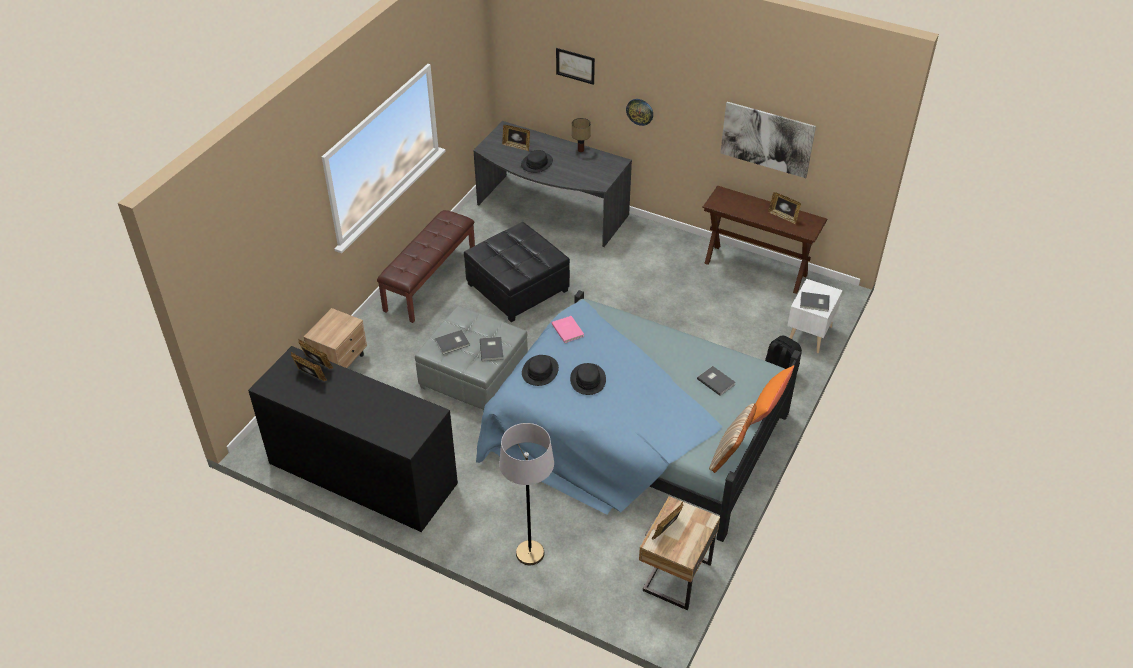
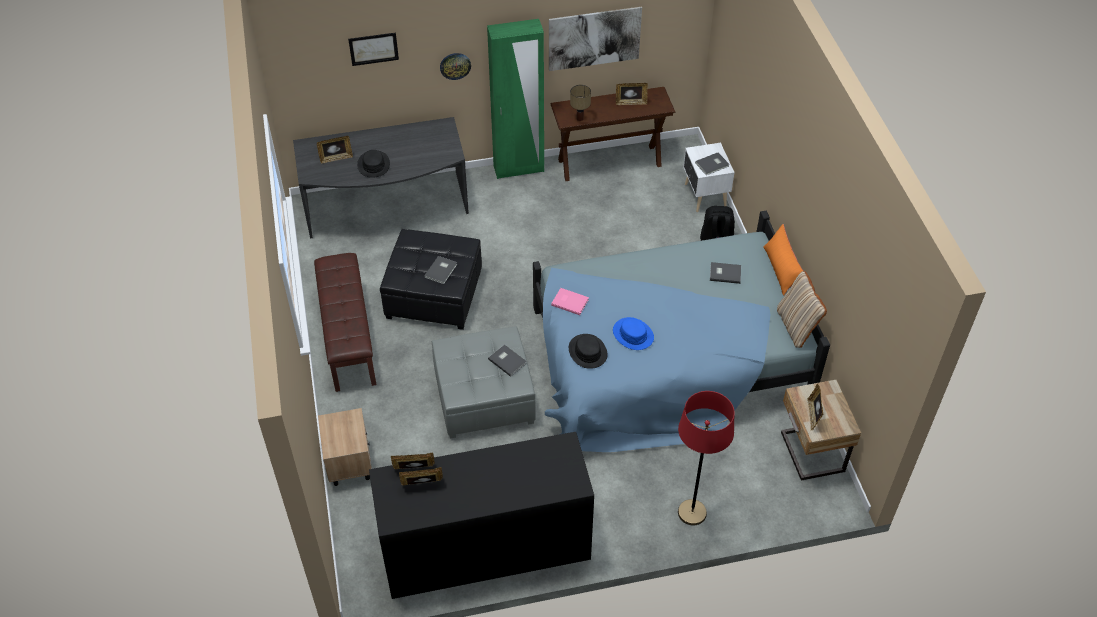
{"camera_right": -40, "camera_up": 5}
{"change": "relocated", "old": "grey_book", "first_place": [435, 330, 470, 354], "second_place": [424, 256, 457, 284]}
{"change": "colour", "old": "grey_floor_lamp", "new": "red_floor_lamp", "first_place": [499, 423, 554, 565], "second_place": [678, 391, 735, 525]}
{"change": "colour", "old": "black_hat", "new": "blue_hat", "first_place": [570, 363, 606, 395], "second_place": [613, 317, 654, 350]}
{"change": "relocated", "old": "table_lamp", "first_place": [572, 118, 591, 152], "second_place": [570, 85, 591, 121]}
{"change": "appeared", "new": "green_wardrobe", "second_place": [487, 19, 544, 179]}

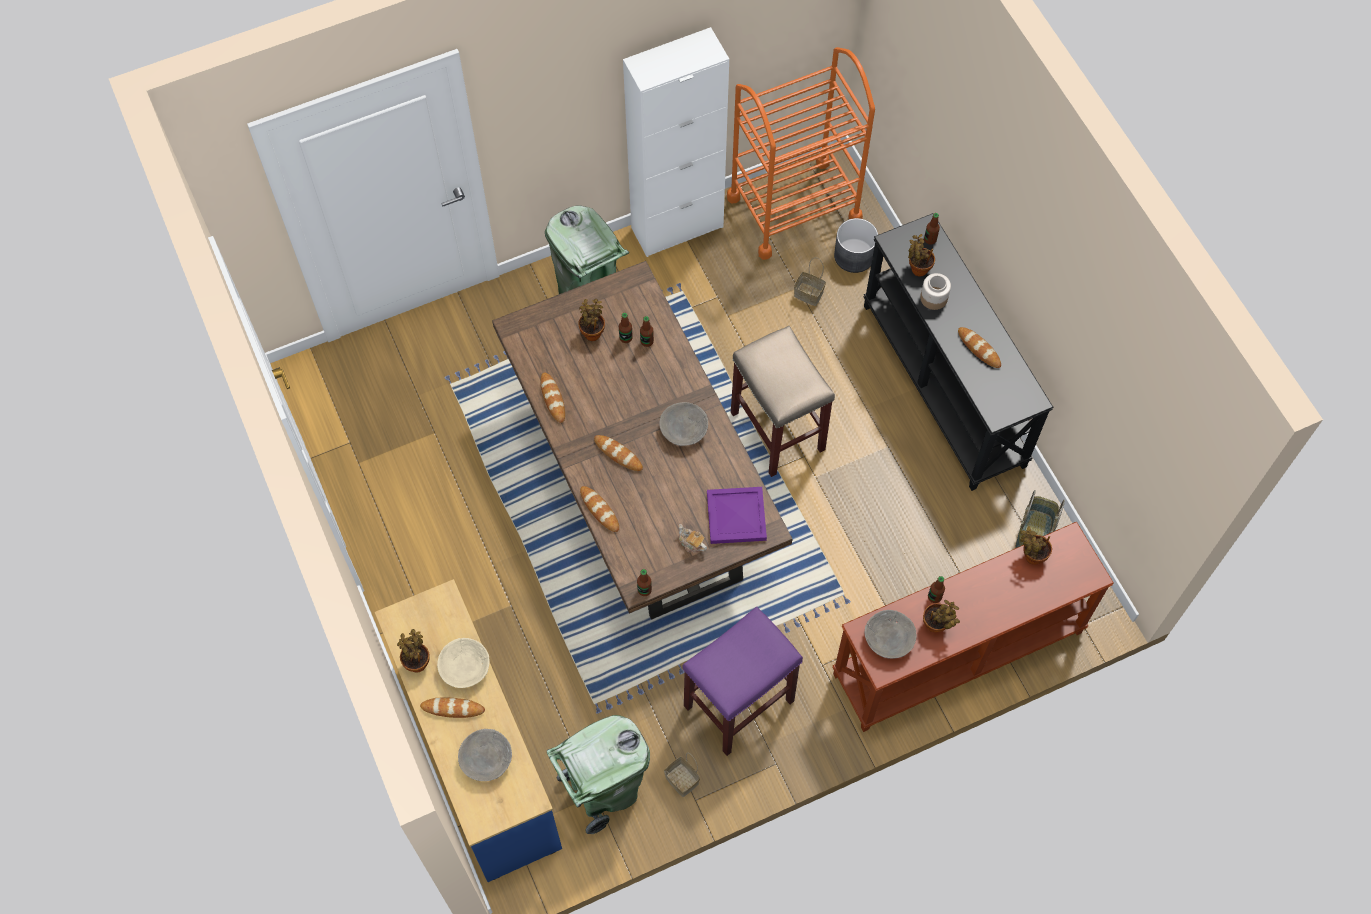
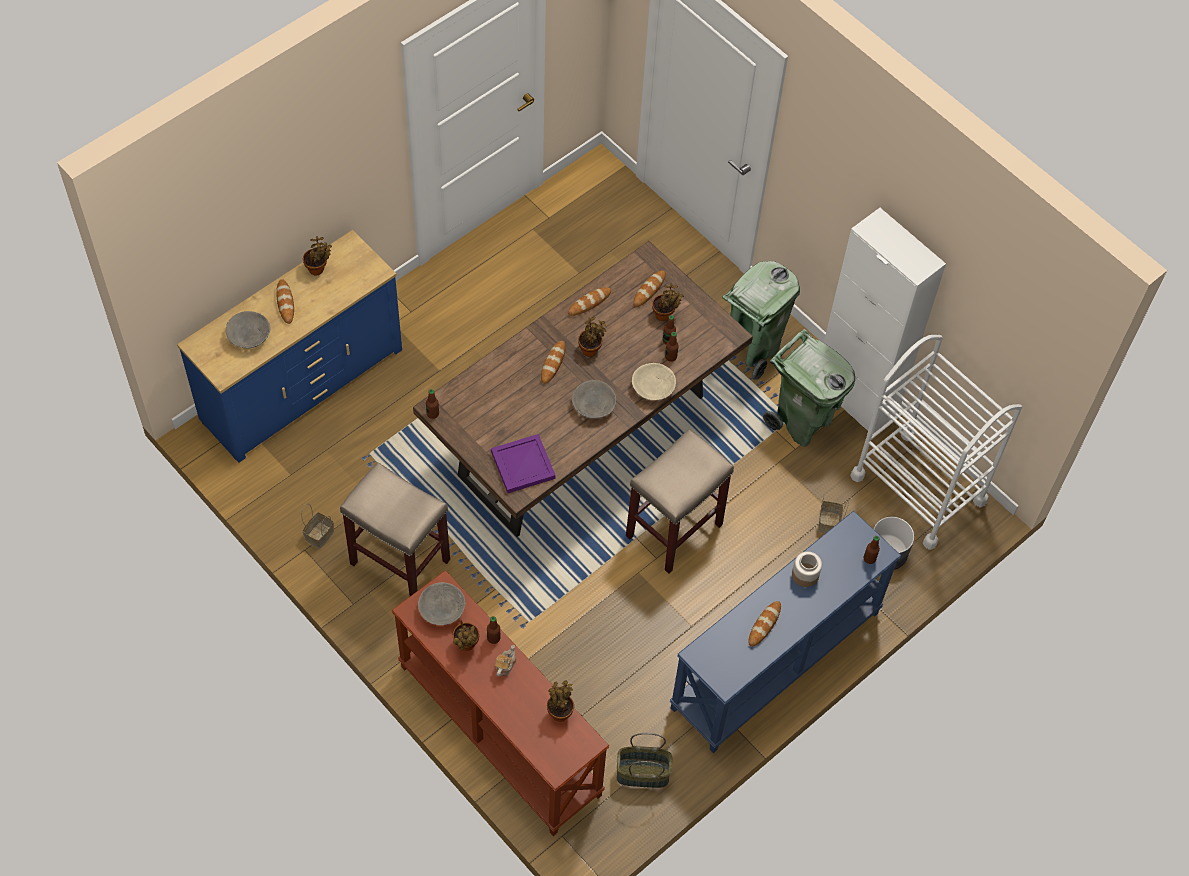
{"camera_right": 70, "camera_up": -5}
{"change": "relocated", "old": "beige_bowl", "first_place": [437, 638, 490, 688], "second_place": [632, 363, 676, 401]}
{"change": "relocated", "old": "green_trash_can", "first_place": [547, 715, 650, 834], "second_place": [763, 329, 855, 447]}
{"change": "relocated", "old": "bread", "first_place": [580, 486, 619, 532], "second_place": [633, 270, 666, 307]}
{"change": "relocated", "old": "teapot", "first_place": [678, 524, 707, 553], "second_place": [495, 645, 516, 677]}
{"change": "colour", "old": "purple_stool", "new": "beige_stool", "first_place": [682, 606, 803, 756], "second_place": [340, 462, 450, 596]}
{"change": "colour", "old": "orange_cart", "new": "white_cart", "first_place": [727, 47, 875, 260], "second_place": [850, 335, 1022, 550]}
{"change": "colour", "old": "black_console_table", "new": "blue_console_table", "first_place": [864, 213, 1054, 491], "second_place": [669, 511, 901, 753]}
{"change": "relocated", "old": "potted_plant", "first_place": [908, 234, 935, 277], "second_place": [578, 316, 606, 357]}

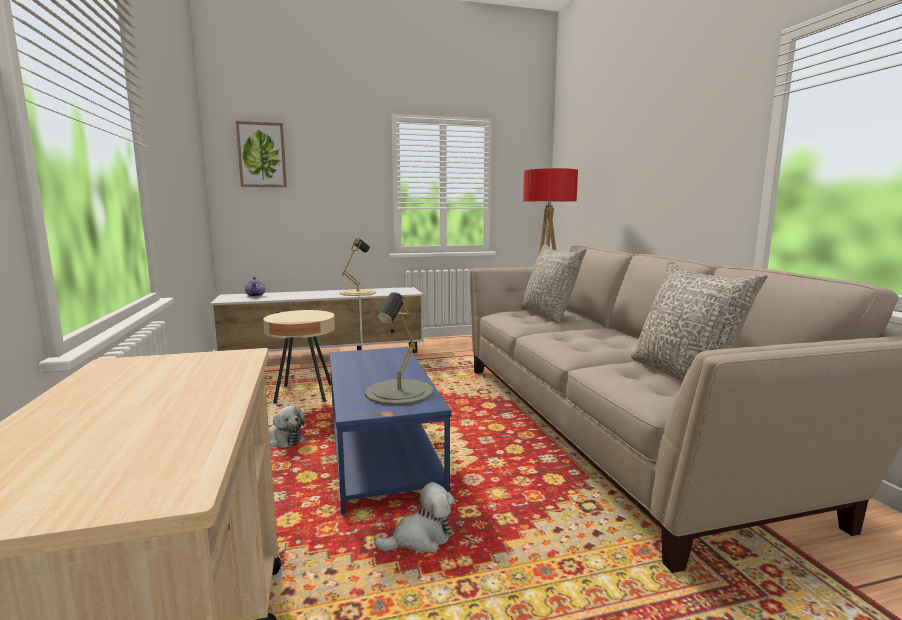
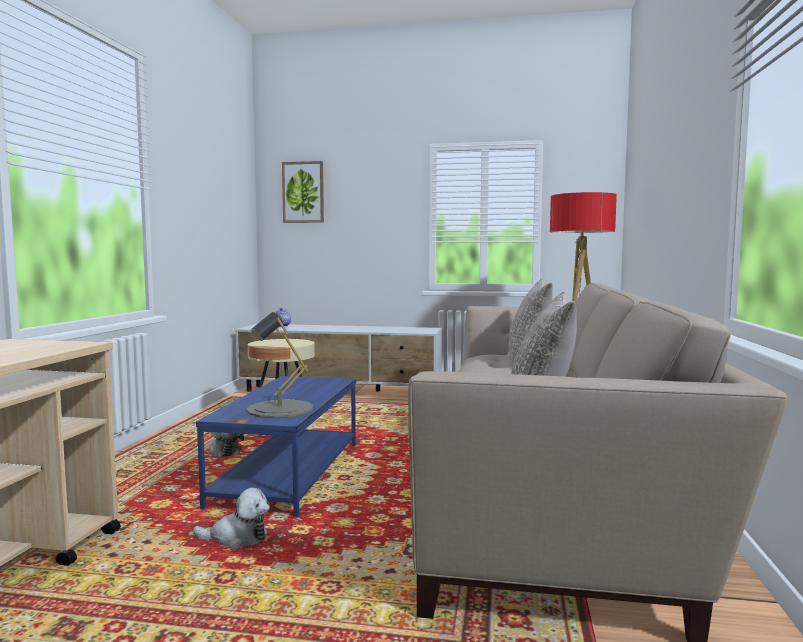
{"camera_right": 25, "camera_up": -5}
{"change": "missing", "old": "beige_table_lamp", "first_place": [340, 238, 376, 296]}

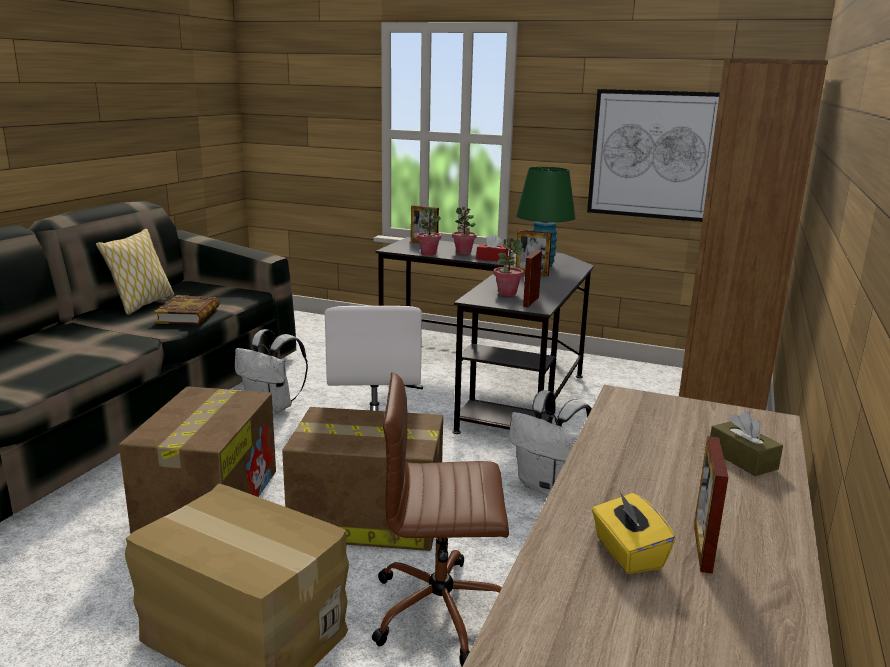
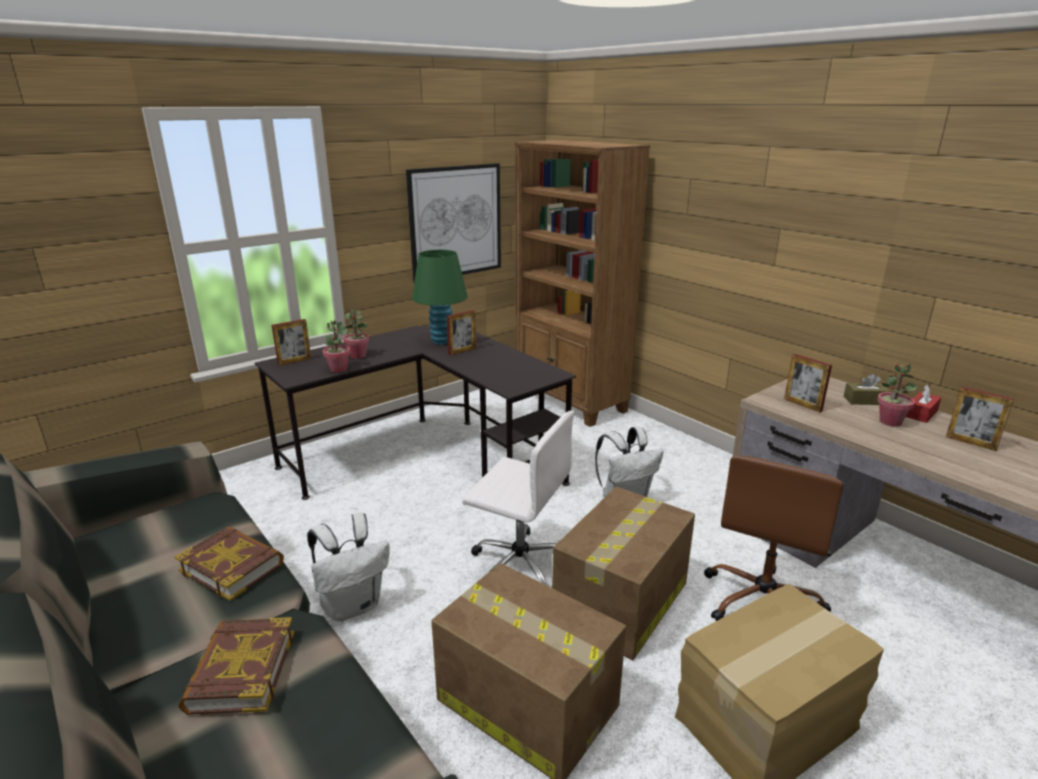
{"camera_right": -60, "camera_up": 5}
{"change": "missing", "old": "pillow", "first_place": [96, 229, 174, 315]}
{"change": "relocated", "old": "red_tissue_box", "first_place": [476, 234, 508, 261], "second_place": [906, 385, 941, 423]}
{"change": "relocated", "old": "potted_plant", "first_place": [494, 237, 524, 296], "second_place": [877, 363, 917, 427]}
{"change": "relocated", "old": "picture_frame", "first_place": [523, 250, 542, 307], "second_place": [784, 354, 832, 412]}
{"change": "missing", "old": "yellow_tissue_box", "first_place": [592, 492, 675, 574]}
{"change": "appeared", "new": "book", "second_place": [179, 617, 294, 715]}

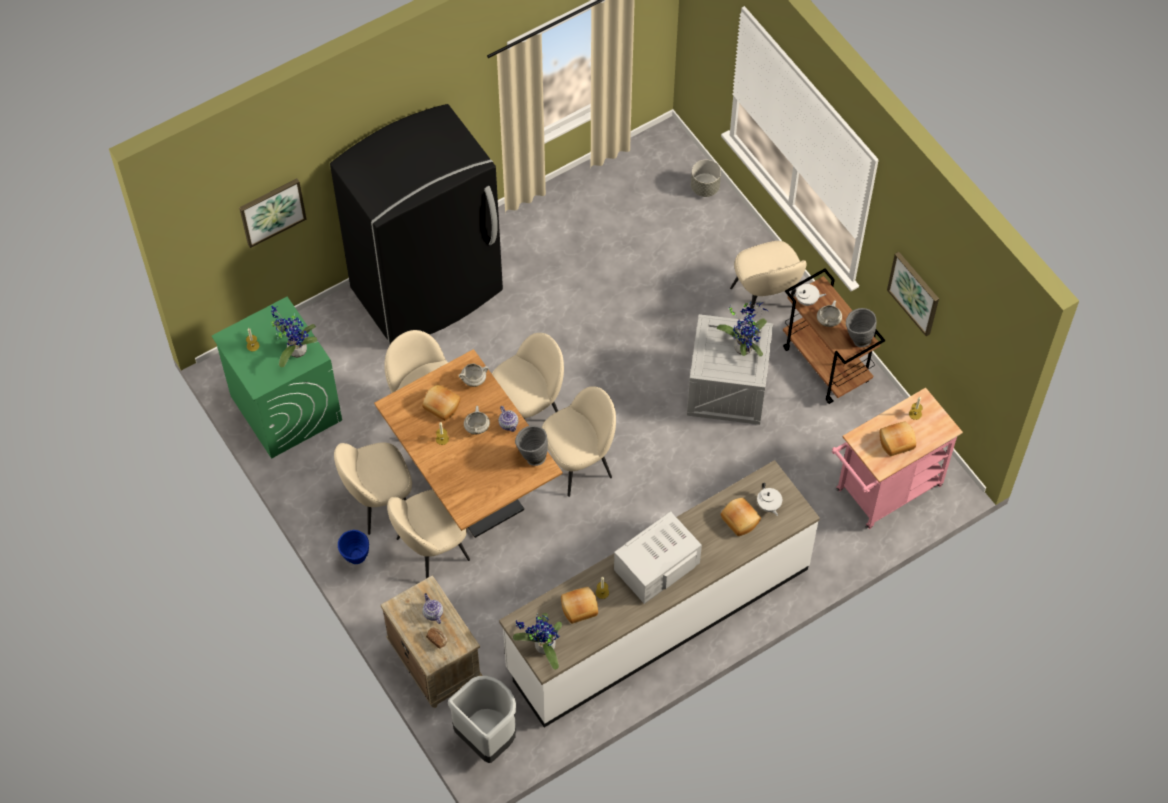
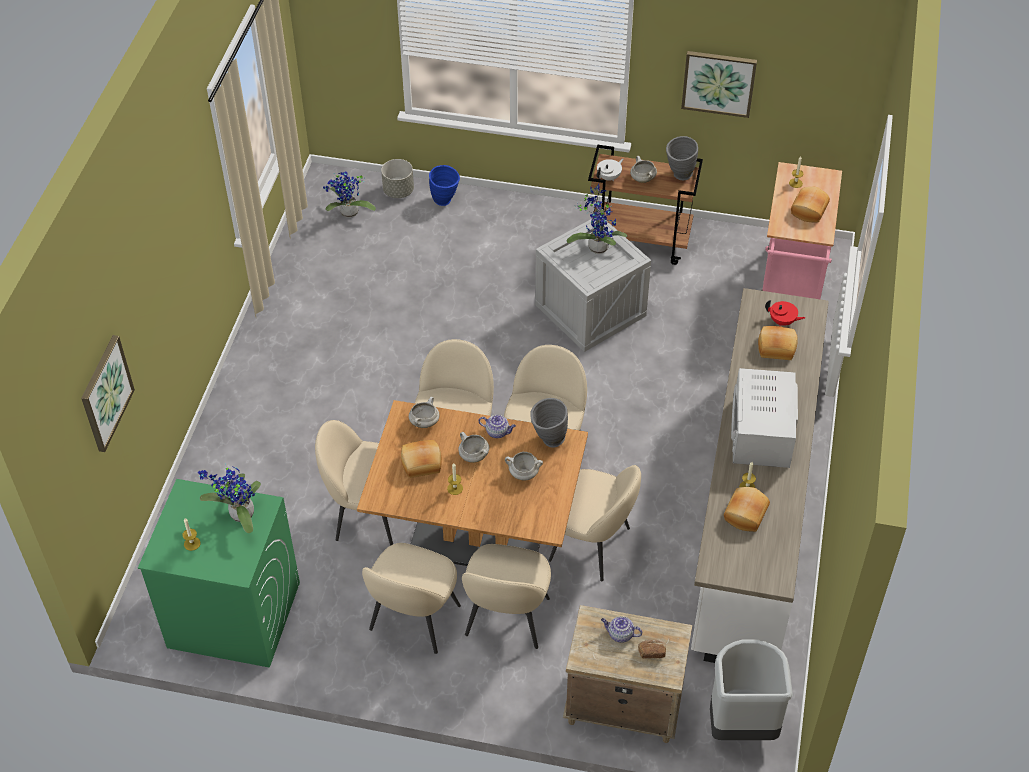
{"camera_right": -45, "camera_up": -10}
{"change": "missing", "old": "black_fridge", "first_place": [330, 104, 503, 344]}
{"change": "relocated", "old": "blue_vase", "first_place": [338, 530, 369, 564], "second_place": [429, 165, 460, 206]}
{"change": "relocated", "old": "potted_plant", "first_place": [513, 613, 562, 670], "second_place": [323, 172, 376, 218]}
{"change": "relocated", "old": "beige_chair", "first_place": [730, 241, 806, 319], "second_place": [549, 465, 641, 582]}
{"change": "colour", "old": "white_teapot", "new": "red_teapot", "first_place": [757, 483, 782, 516], "second_place": [765, 300, 805, 326]}
{"change": "appeared", "new": "white_cooking_pot", "second_place": [505, 452, 543, 481]}

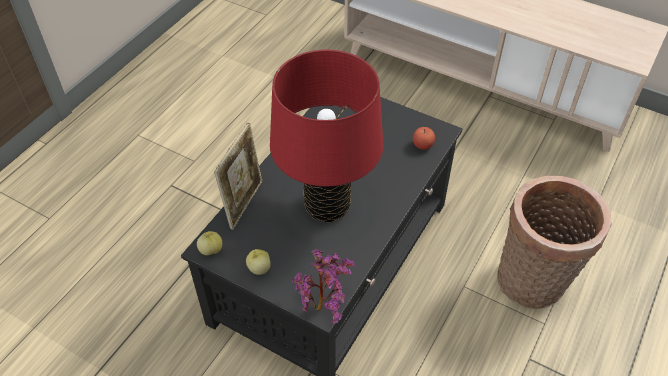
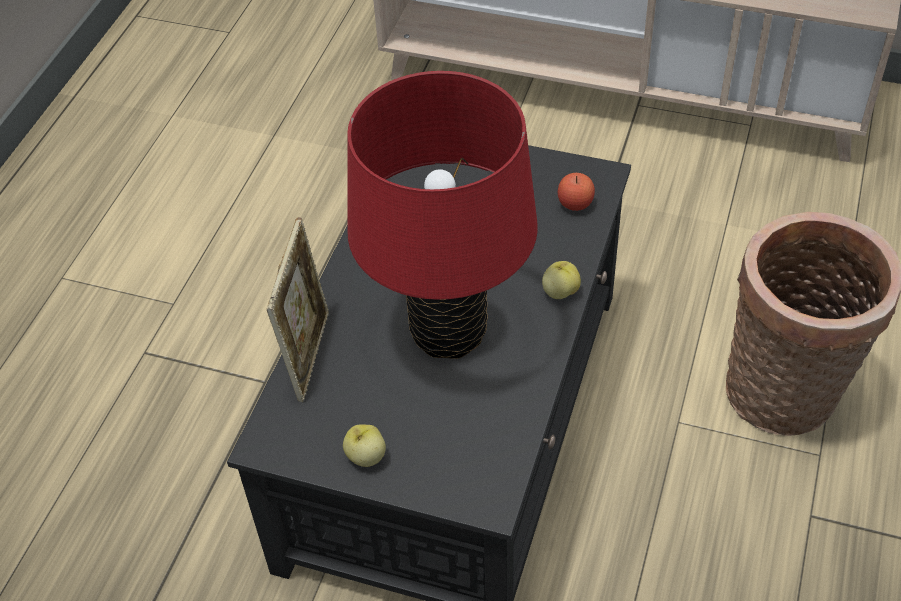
{"camera_right": -10, "camera_up": 0}
{"change": "relocated", "old": "apple", "first_place": [197, 231, 222, 255], "second_place": [542, 261, 581, 299]}
{"change": "missing", "old": "potted_plant", "first_place": [292, 249, 355, 323]}

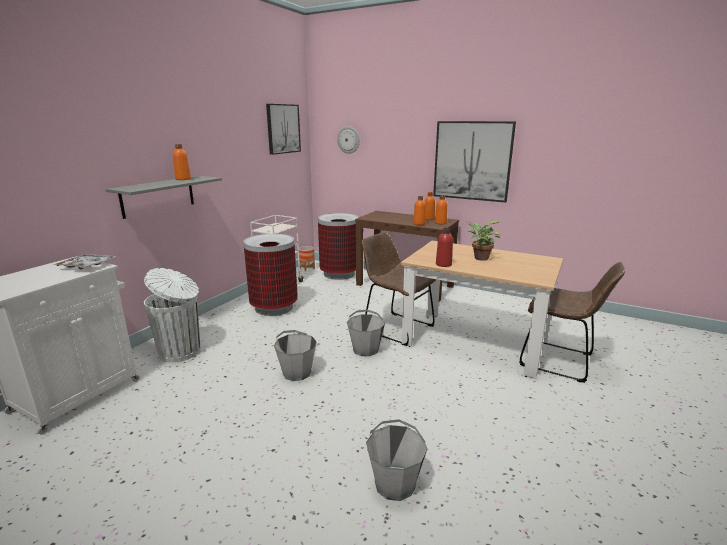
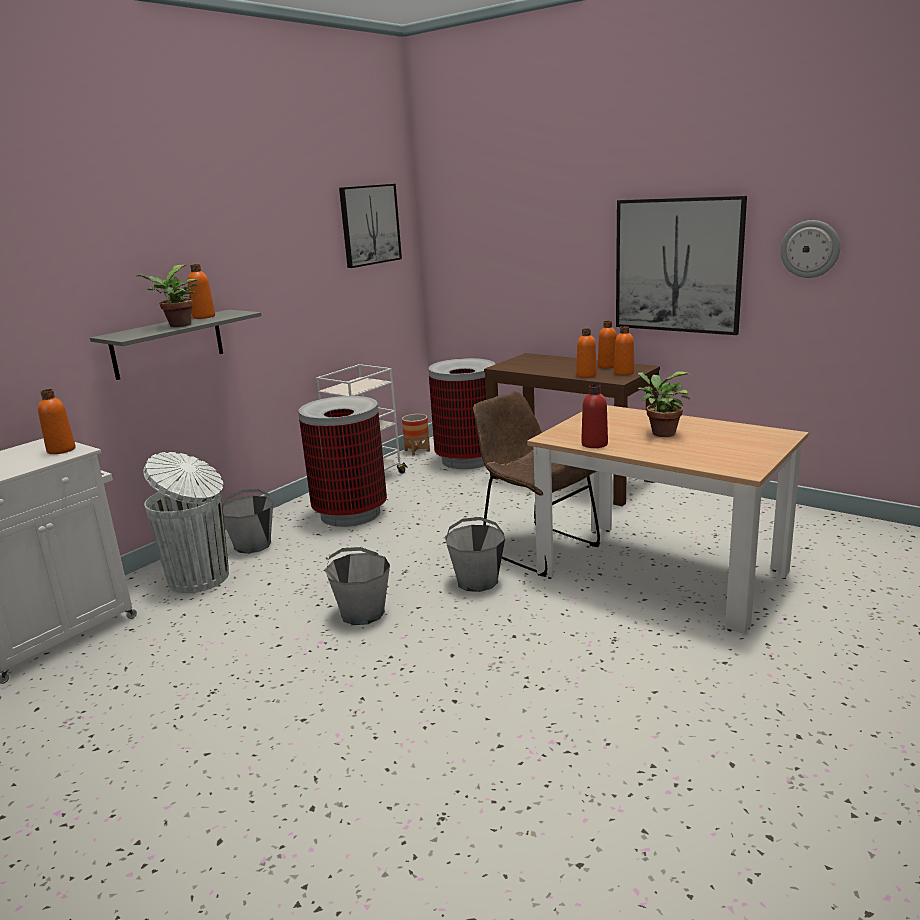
{"camera_right": 10, "camera_up": 0}
{"change": "exchanged", "old": "tray", "new": "orange_bottle", "first_place": [53, 254, 117, 269], "second_place": [38, 389, 76, 454]}
{"change": "relocated", "old": "wall_clock", "first_place": [337, 126, 360, 154], "second_place": [781, 220, 840, 278]}
{"change": "relocated", "old": "grey_bucket", "first_place": [366, 419, 427, 501], "second_place": [222, 489, 274, 554]}
{"change": "missing", "old": "brown_chair", "first_place": [519, 262, 625, 383]}
{"change": "appeared", "new": "potted_plant", "second_place": [136, 265, 199, 327]}

